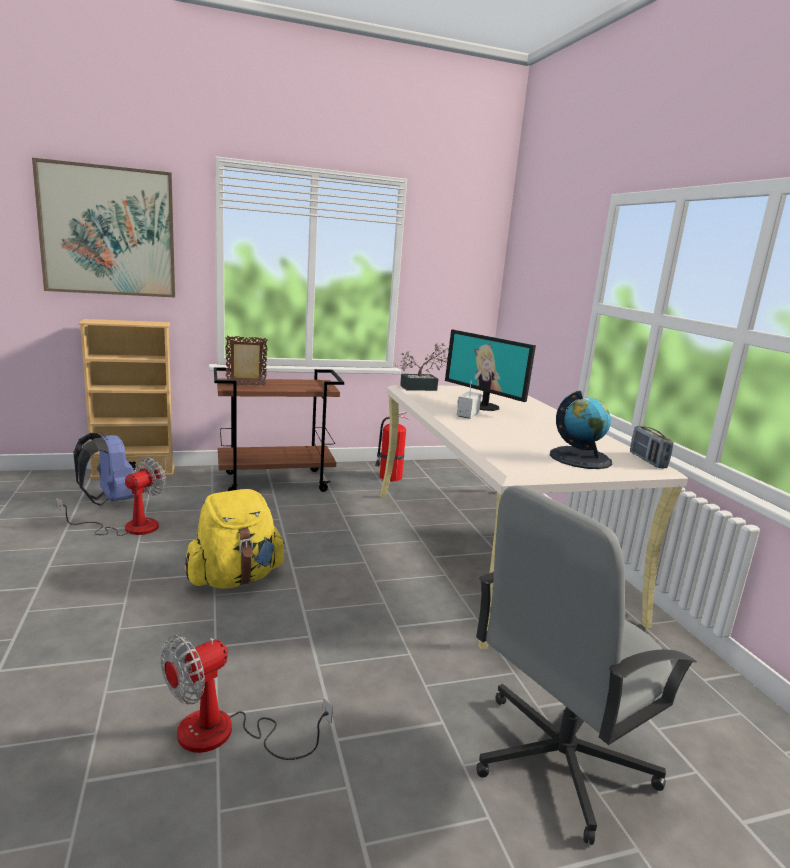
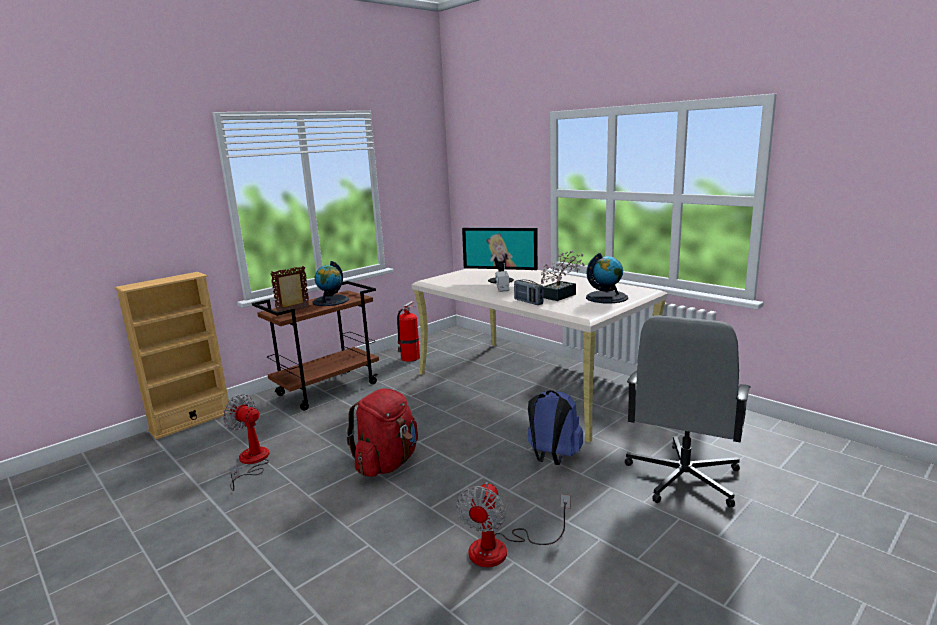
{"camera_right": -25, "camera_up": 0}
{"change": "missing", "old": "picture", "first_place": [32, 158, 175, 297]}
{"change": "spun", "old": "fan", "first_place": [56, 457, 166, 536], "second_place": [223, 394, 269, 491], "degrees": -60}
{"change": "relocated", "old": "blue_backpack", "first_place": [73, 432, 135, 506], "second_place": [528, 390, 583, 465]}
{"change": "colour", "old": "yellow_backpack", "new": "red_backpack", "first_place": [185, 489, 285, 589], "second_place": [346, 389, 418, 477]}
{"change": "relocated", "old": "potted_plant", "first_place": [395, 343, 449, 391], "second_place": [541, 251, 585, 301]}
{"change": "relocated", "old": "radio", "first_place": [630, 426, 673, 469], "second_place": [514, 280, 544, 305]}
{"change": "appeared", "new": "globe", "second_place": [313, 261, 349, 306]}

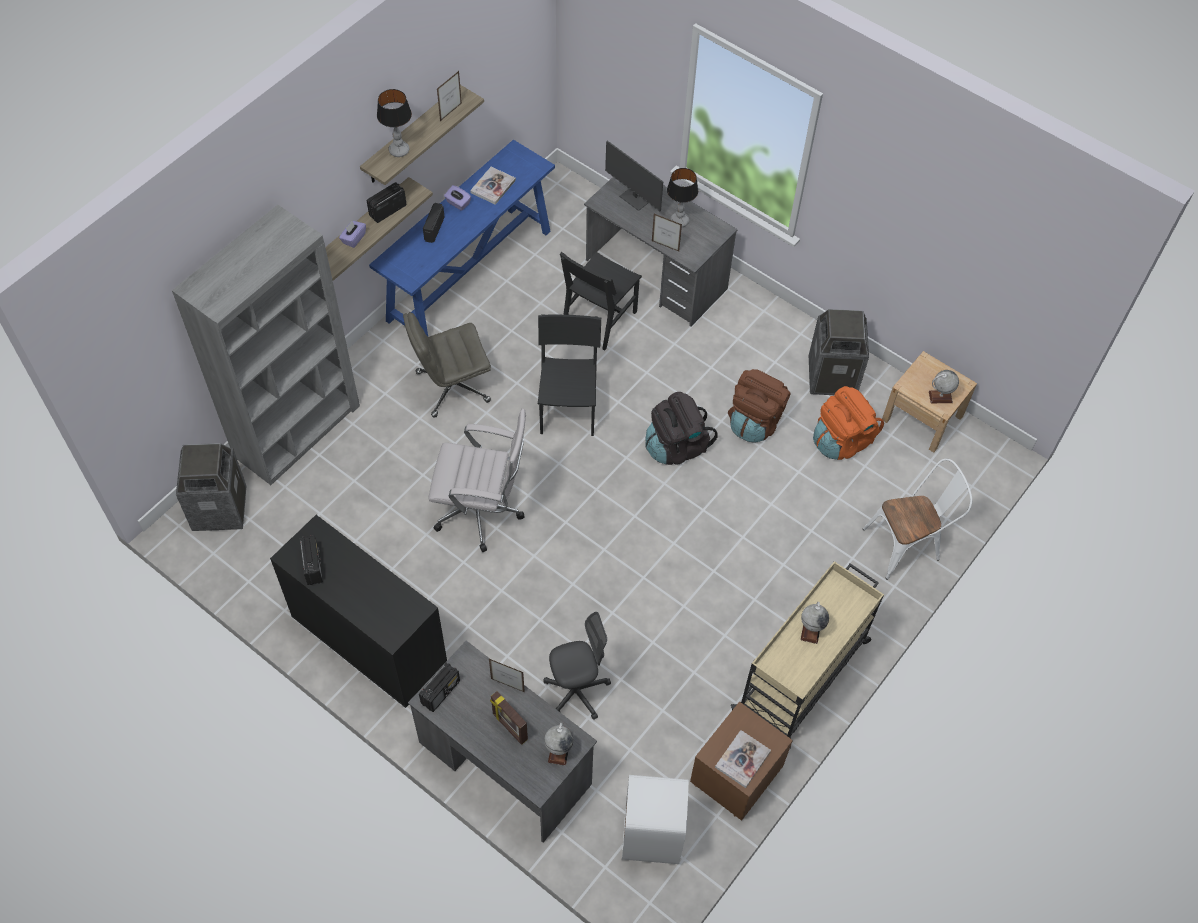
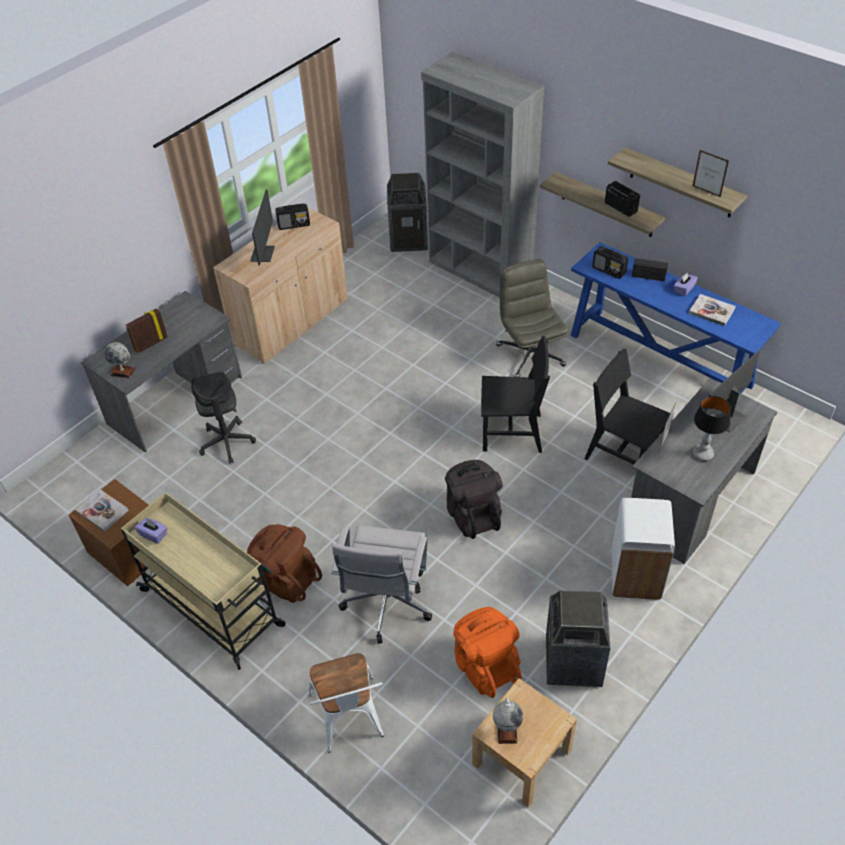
{"camera_right": 95, "camera_up": -10}
{"change": "colour", "old": "black_cabinet", "new": "beige_cabinet", "first_place": [270, 515, 447, 708], "second_place": [213, 207, 348, 364]}
{"change": "relocated", "old": "purple_tissue_box", "first_place": [339, 221, 366, 248], "second_place": [135, 518, 167, 544]}
{"change": "missing", "old": "table_lamp", "first_place": [377, 89, 412, 157]}
{"change": "relocated", "old": "radio", "first_place": [419, 663, 460, 712], "second_place": [592, 246, 629, 279]}
{"change": "relocated", "old": "white_office_chair", "first_place": [428, 409, 526, 552], "second_place": [331, 525, 432, 644]}
{"change": "missing", "old": "picture_frame", "first_place": [489, 659, 525, 692]}
{"change": "relocated", "old": "white_trash_can", "first_place": [622, 775, 689, 864], "second_place": [611, 498, 675, 600]}
{"change": "relocated", "old": "brown_backpack", "first_place": [728, 369, 791, 442], "second_place": [247, 524, 322, 603]}
{"change": "missing", "old": "globe", "first_place": [801, 602, 829, 644]}
{"change": "appeared", "new": "monitor", "second_place": [250, 189, 275, 265]}

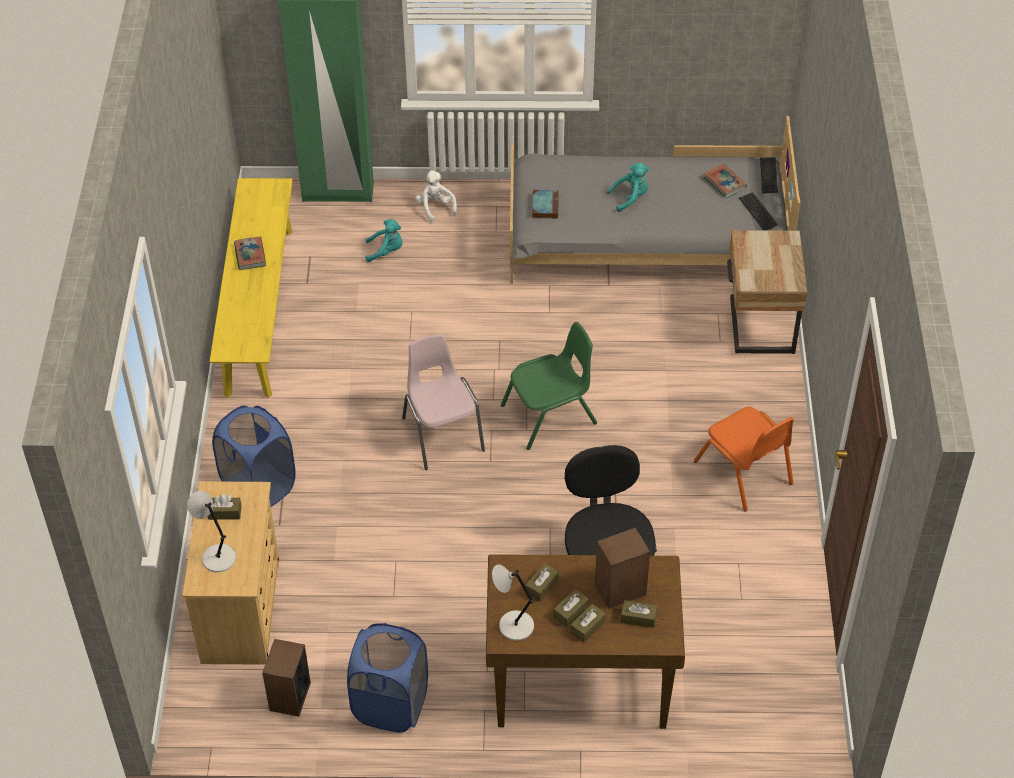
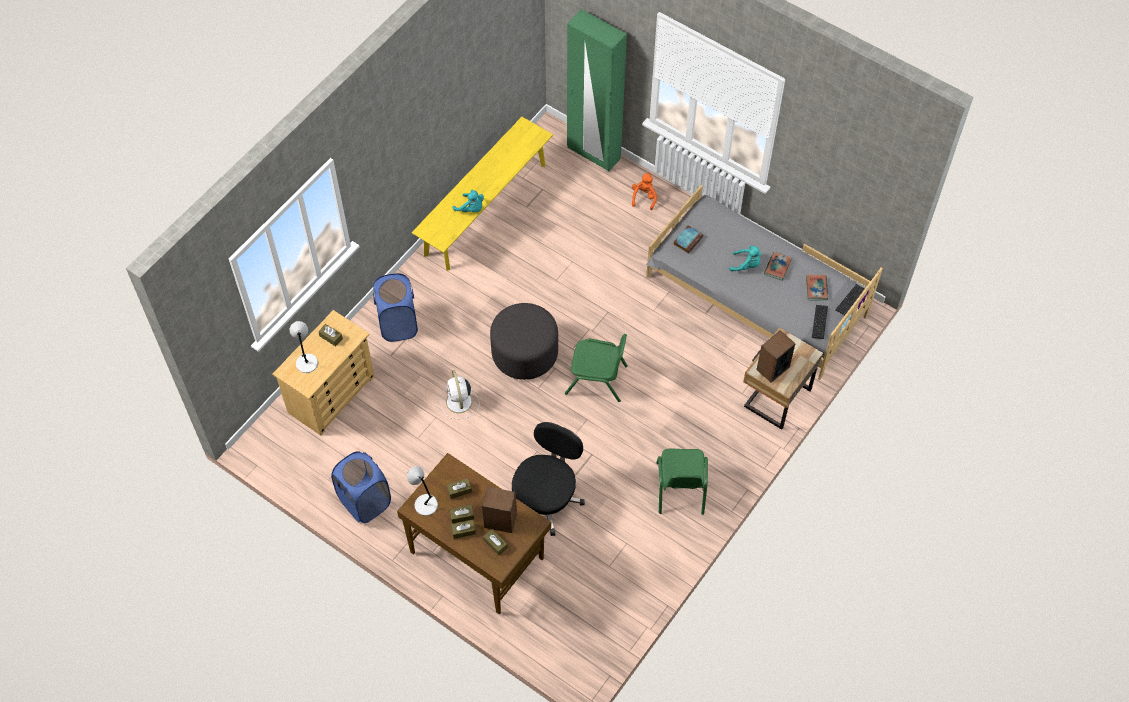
{"camera_right": 35, "camera_up": 10}
{"change": "relocated", "old": "book", "first_place": [234, 236, 266, 270], "second_place": [764, 252, 792, 281]}
{"change": "relocated", "old": "speaker", "first_place": [262, 639, 311, 717], "second_place": [756, 330, 796, 383]}
{"change": "relocated", "old": "turquoise_plush_toy", "first_place": [365, 219, 403, 262], "second_place": [453, 190, 484, 212]}
{"change": "exchanged", "old": "pink_chair", "new": "grey_ottoman", "first_place": [402, 334, 485, 470], "second_place": [490, 303, 558, 380]}
{"change": "colour", "old": "white_plush_toy", "new": "orange_plush_toy", "first_place": [415, 170, 457, 222], "second_place": [632, 173, 657, 210]}
{"change": "colour", "old": "orange_chair", "new": "green_chair", "first_place": [694, 407, 794, 512], "second_place": [656, 449, 708, 515]}
{"change": "appeared", "new": "white_fan", "second_place": [440, 370, 480, 419]}

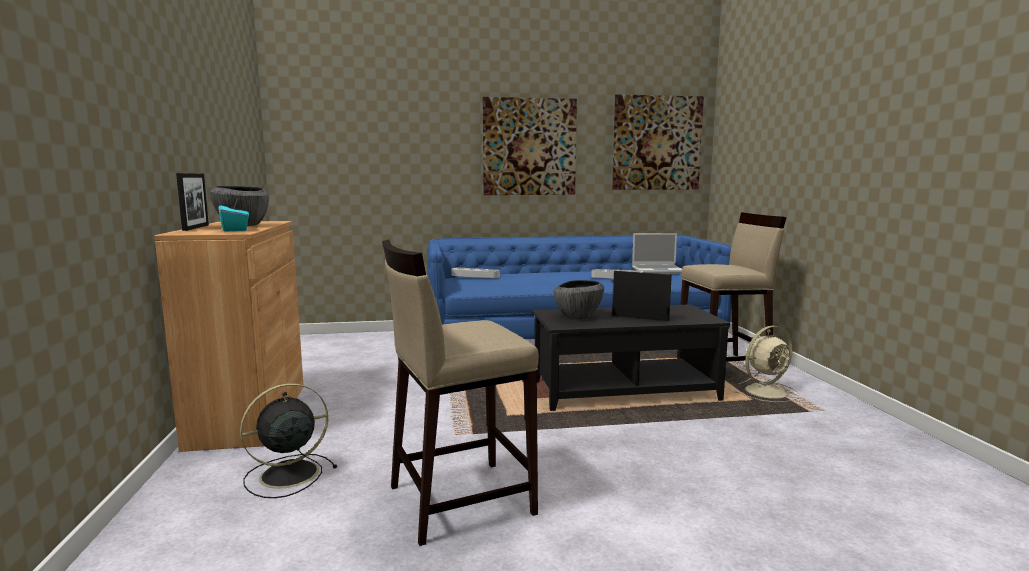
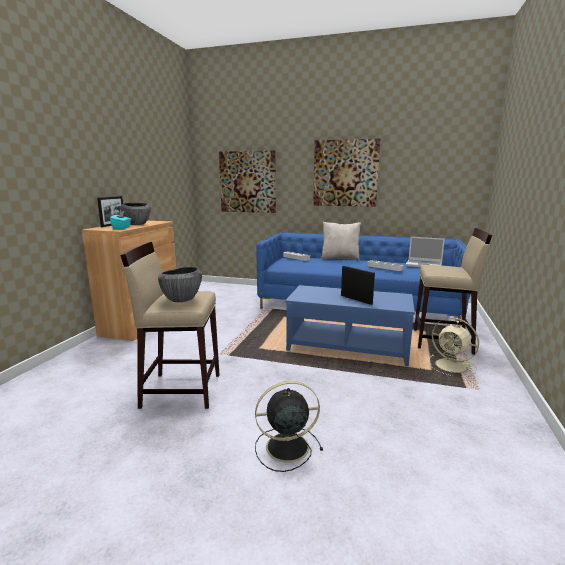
{"camera_right": 25, "camera_up": 5}
{"change": "relocated", "old": "black_fan", "first_place": [240, 383, 337, 498], "second_place": [255, 381, 323, 472]}
{"change": "colour", "old": "black_coffee_table", "new": "blue_coffee_table", "first_place": [533, 304, 730, 411], "second_place": [285, 285, 415, 366]}
{"change": "relocated", "old": "bowl", "first_place": [554, 280, 604, 319], "second_place": [158, 267, 202, 302]}
{"change": "relocated", "old": "picture", "first_place": [612, 94, 704, 190], "second_place": [219, 150, 276, 213]}
{"change": "spun", "old": "beige_fan", "first_place": [734, 326, 800, 402], "second_place": [428, 317, 479, 378], "degrees": 45}
{"change": "appeared", "new": "beige_pillow", "second_place": [321, 222, 361, 260]}

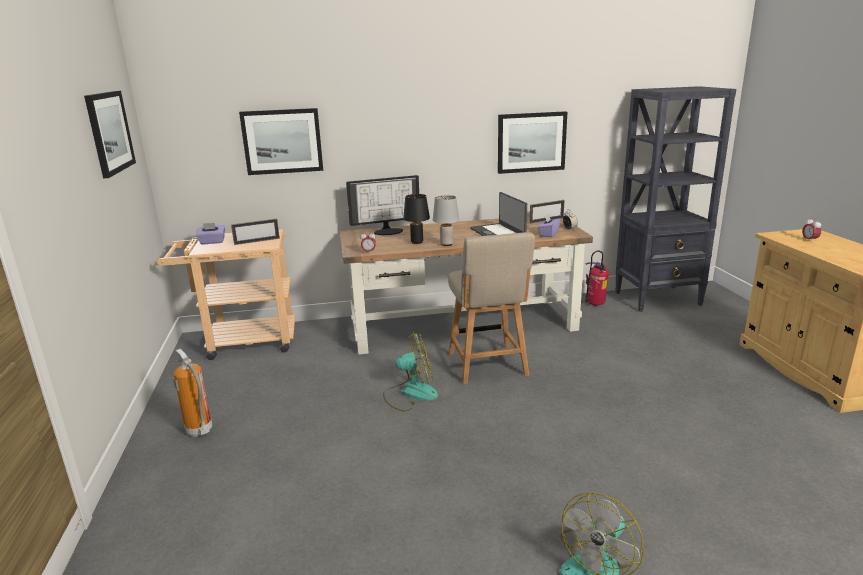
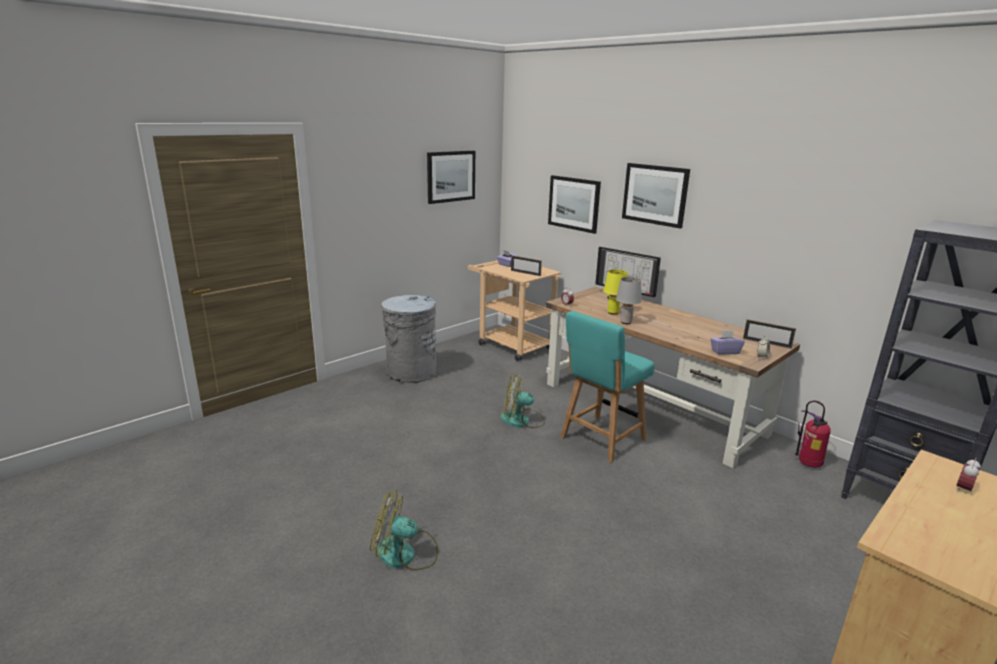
{"camera_right": 55, "camera_up": 0}
{"change": "exchanged", "old": "fire_extinguisher", "new": "grey_trash_can", "first_place": [173, 349, 212, 437], "second_place": [381, 295, 436, 383]}
{"change": "spun", "old": "fan", "first_place": [383, 332, 438, 411], "second_place": [501, 374, 545, 428], "degrees": 135}
{"change": "colour", "old": "black_table_lamp", "new": "yellow_table_lamp", "first_place": [403, 194, 430, 244], "second_place": [603, 269, 627, 315]}
{"change": "colour", "old": "beige_chair", "new": "turquoise_chair", "first_place": [448, 232, 535, 384], "second_place": [560, 311, 654, 463]}
{"change": "missing", "old": "laptop", "first_place": [470, 192, 527, 236]}
{"change": "relocated", "old": "picture", "first_place": [498, 111, 567, 174], "second_place": [622, 163, 690, 228]}

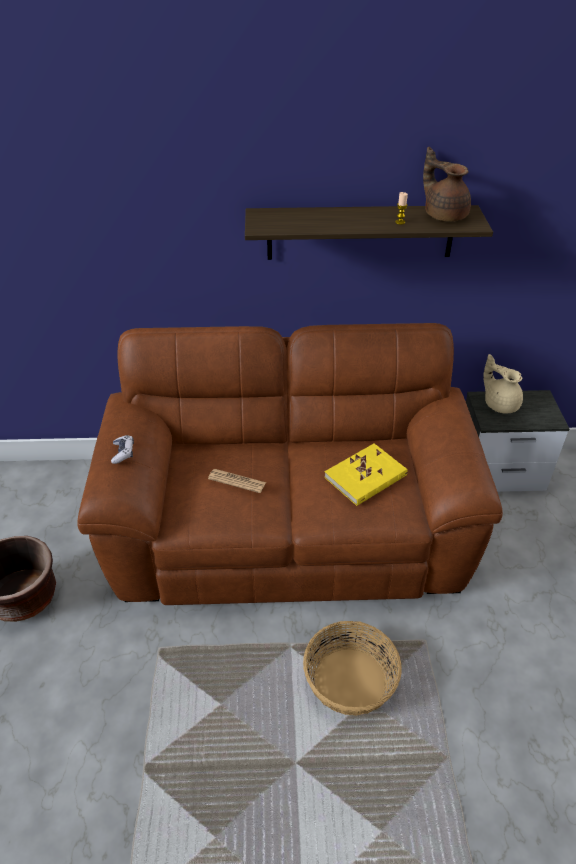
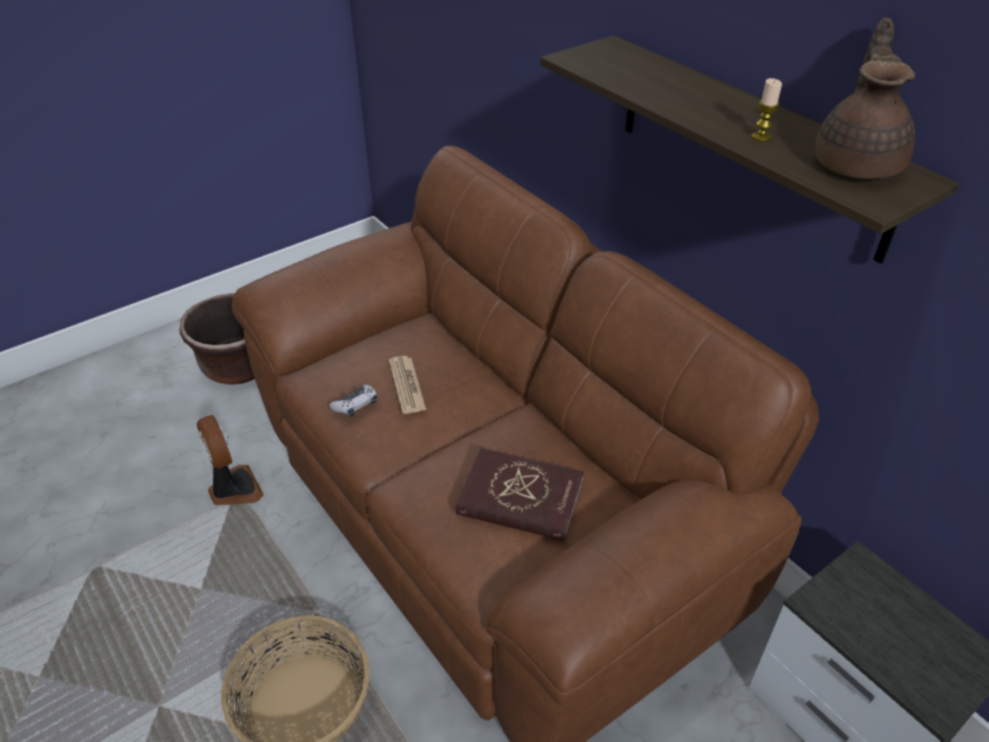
{"camera_right": 55, "camera_up": 0}
{"change": "relocated", "old": "game_controller", "first_place": [111, 435, 134, 464], "second_place": [329, 385, 377, 417]}
{"change": "colour", "old": "yellow_book", "new": "red_book", "first_place": [324, 443, 408, 506], "second_place": [456, 448, 584, 541]}
{"change": "missing", "old": "beige_teapot", "first_place": [483, 354, 523, 413]}
{"change": "appeared", "new": "fan", "second_place": [197, 415, 264, 505]}

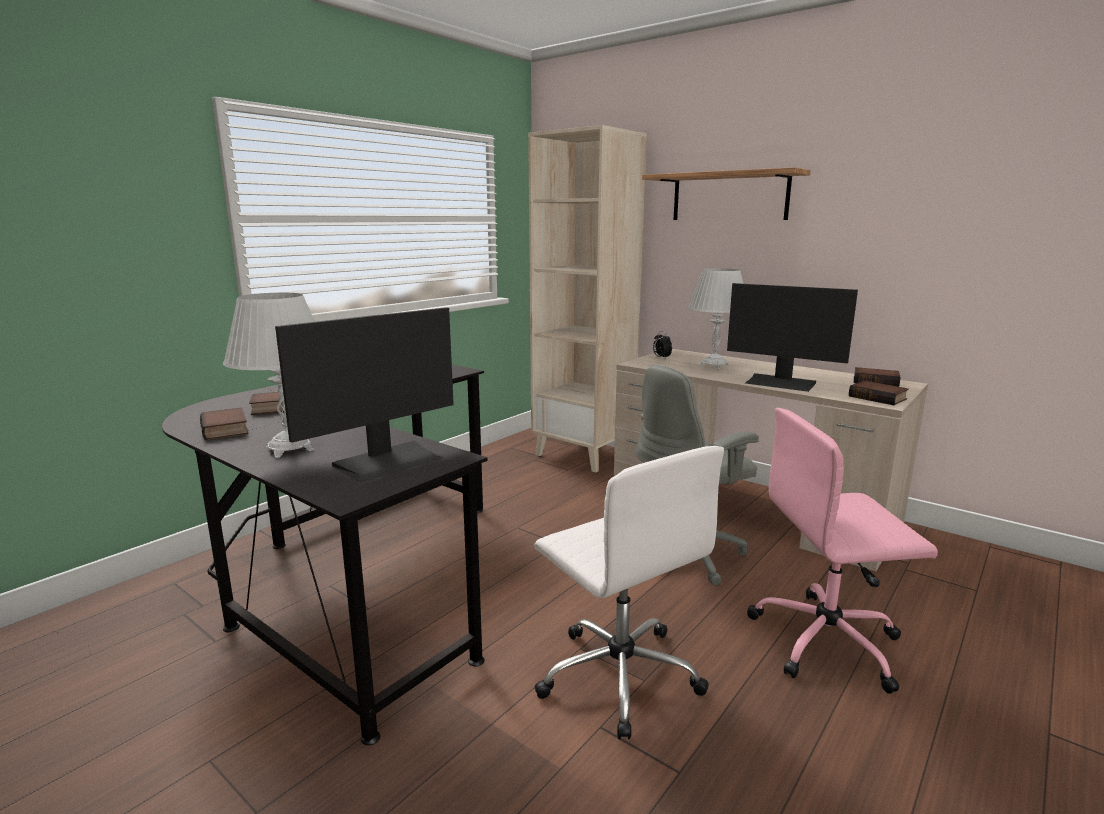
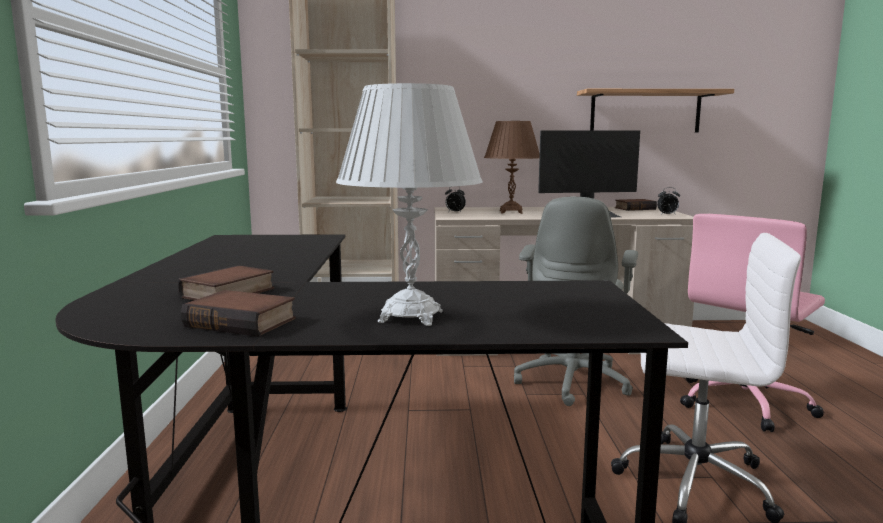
{"camera_right": -40, "camera_up": -5}
{"change": "missing", "old": "monitor", "first_place": [275, 307, 454, 483]}
{"change": "relocated", "old": "shelf", "first_place": [642, 167, 811, 220], "second_place": [577, 89, 734, 133]}
{"change": "colour", "old": "white_table_lamp", "new": "brown_table_lamp", "first_place": [688, 268, 744, 369], "second_place": [484, 121, 540, 214]}
{"change": "exchanged", "old": "book", "new": "alarm_clock", "first_place": [849, 381, 909, 405], "second_place": [657, 187, 680, 215]}

